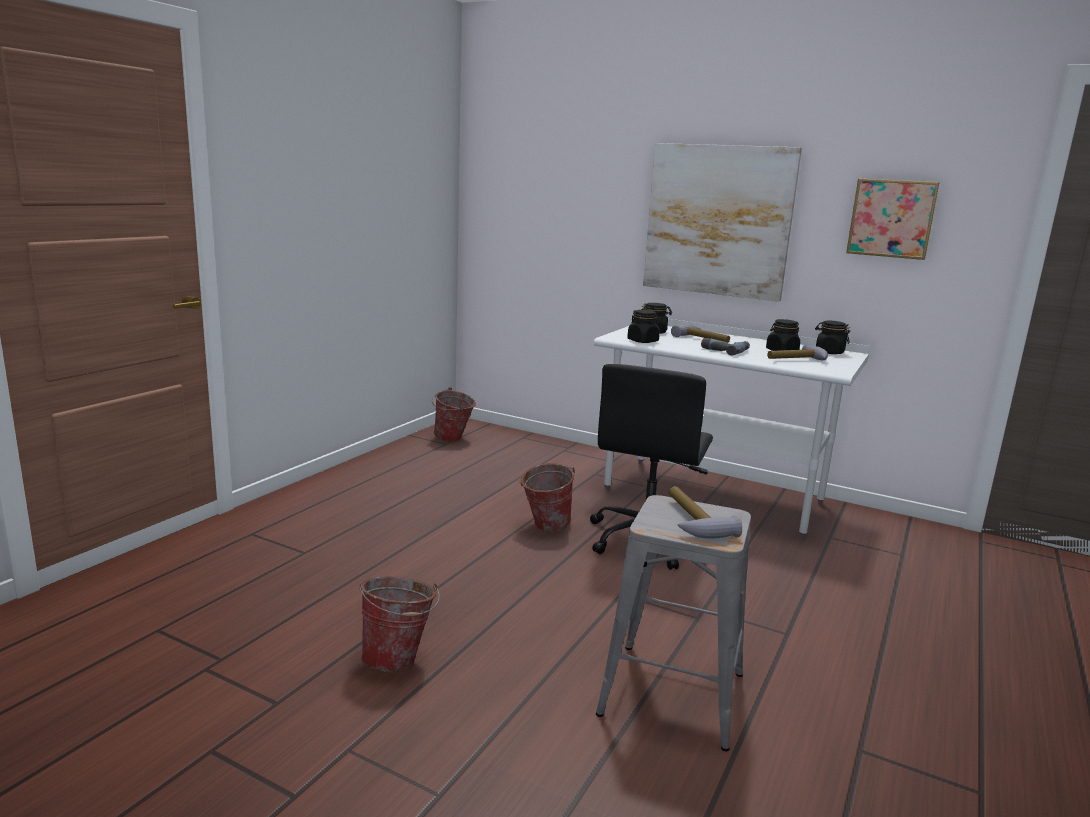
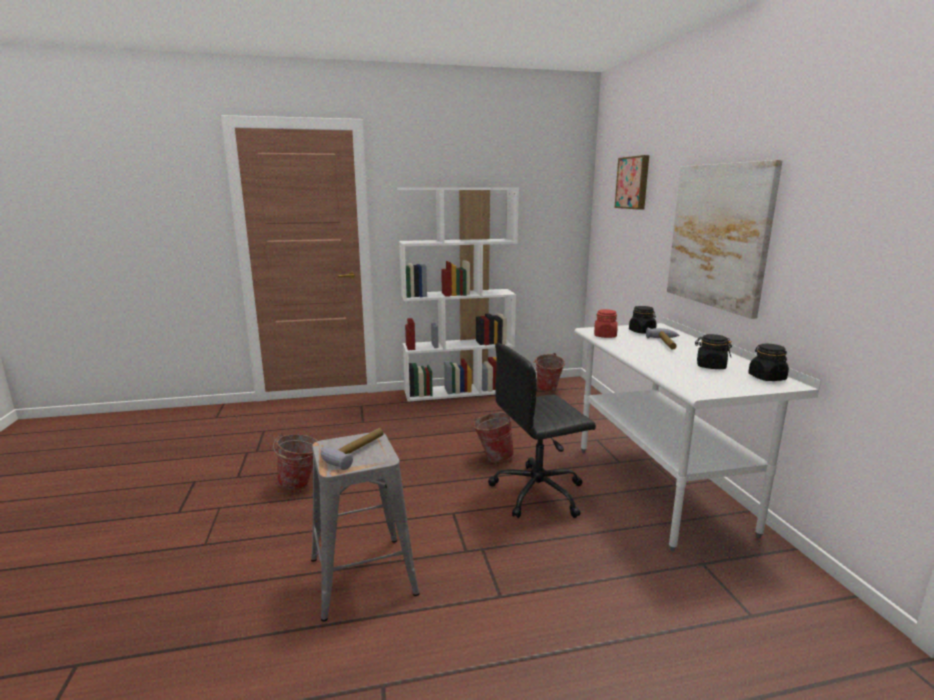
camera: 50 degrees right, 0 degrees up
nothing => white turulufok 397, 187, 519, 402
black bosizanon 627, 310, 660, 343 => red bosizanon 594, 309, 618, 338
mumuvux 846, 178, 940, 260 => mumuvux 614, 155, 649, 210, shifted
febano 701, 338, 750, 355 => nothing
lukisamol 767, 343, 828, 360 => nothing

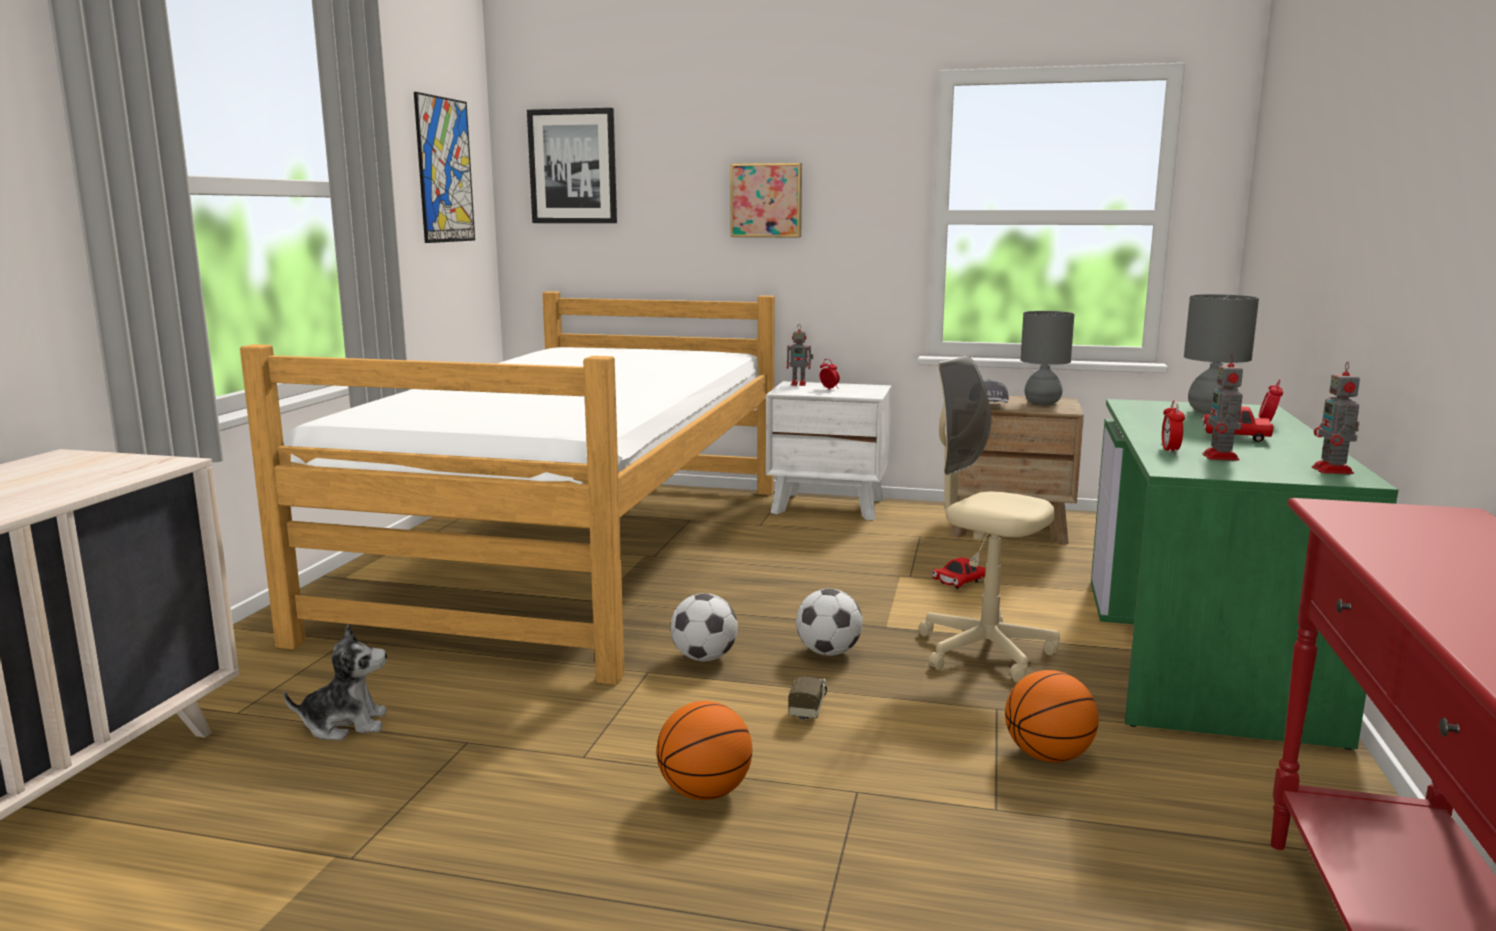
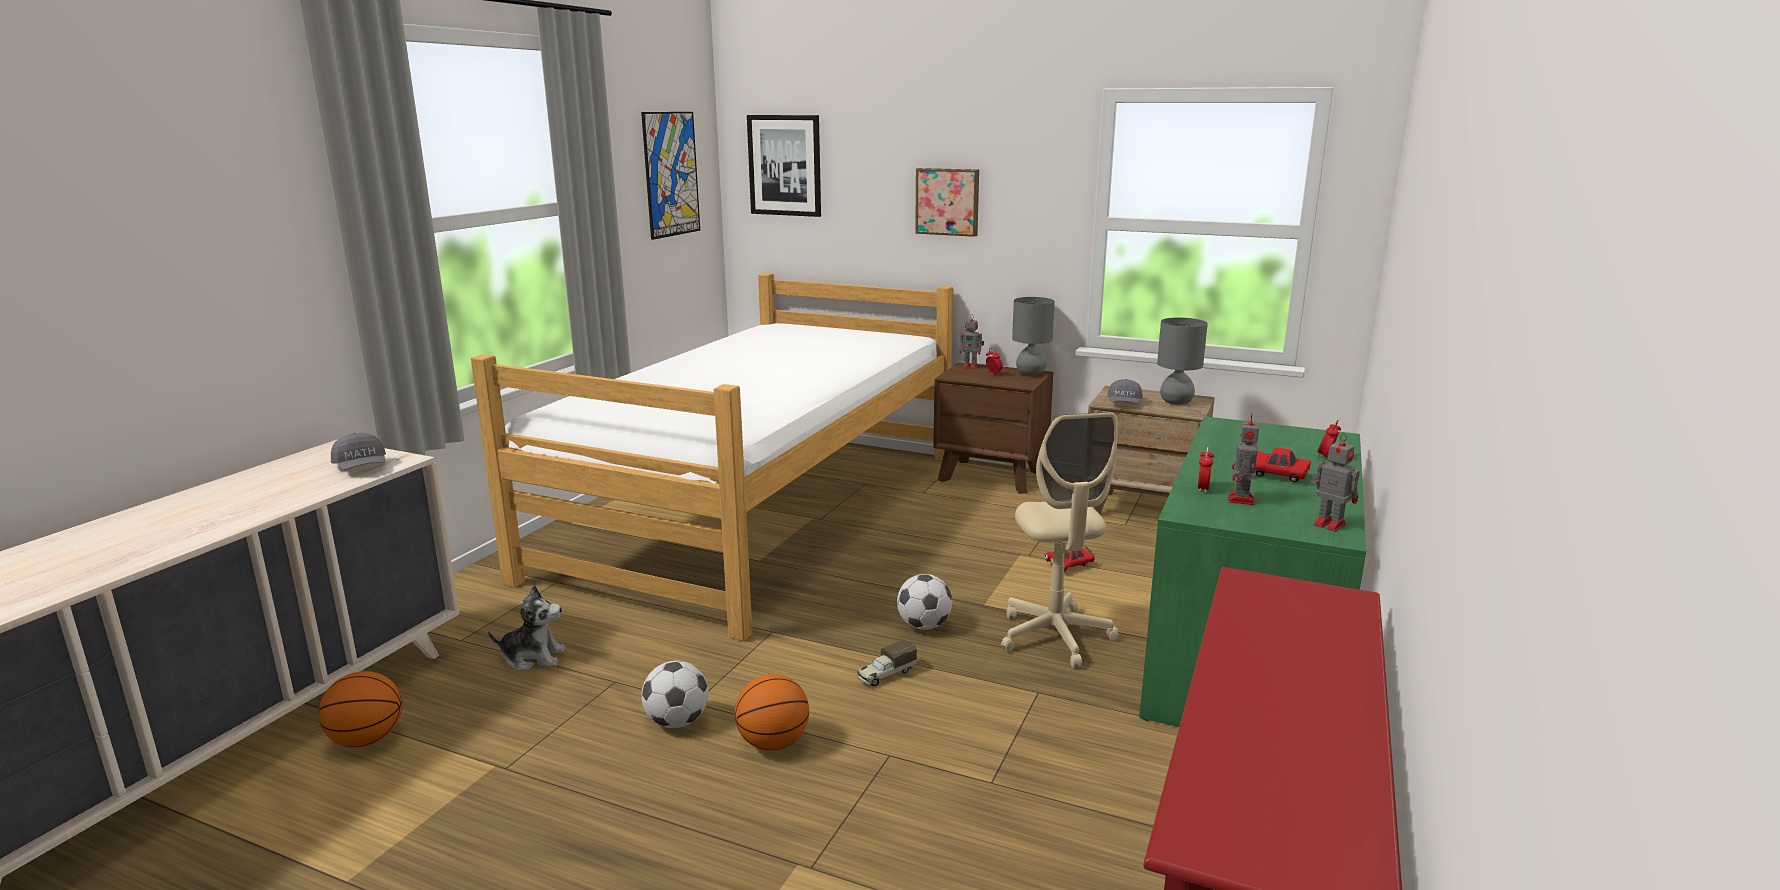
camera: 10 degrees right, 5 degrees up
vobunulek 1005, 670, 1099, 762 => vobunulek 319, 671, 402, 748, shifted
nothing => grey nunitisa 331, 433, 386, 470
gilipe 670, 593, 738, 661 => gilipe 641, 661, 708, 728, shifted
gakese 789, 676, 827, 721 => gakese 857, 640, 917, 686, 150 degrees counterclockwise
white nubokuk 766, 381, 892, 521 => brown nubokuk 933, 362, 1053, 494
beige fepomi 919, 356, 1060, 683 => beige fepomi 1001, 412, 1119, 668, 150 degrees counterclockwise
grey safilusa 1184, 294, 1259, 414 => grey safilusa 1012, 297, 1055, 376, shifted
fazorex 1312, 362, 1360, 474 => fazorex 1311, 434, 1360, 532, 120 degrees clockwise

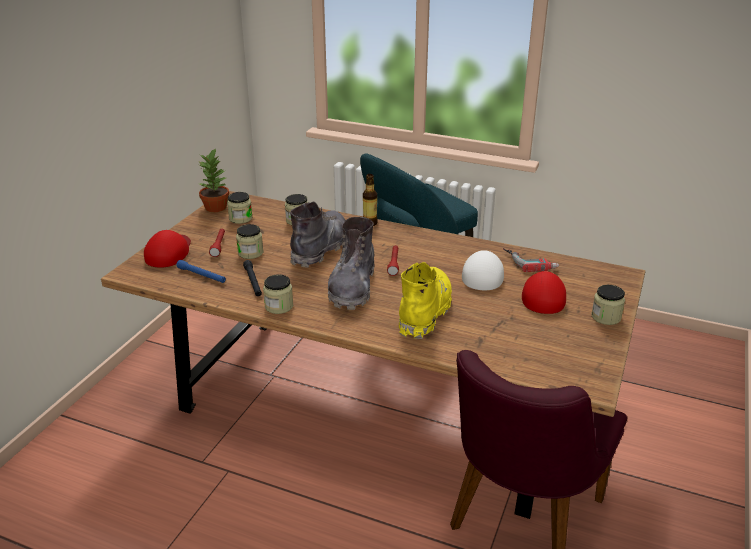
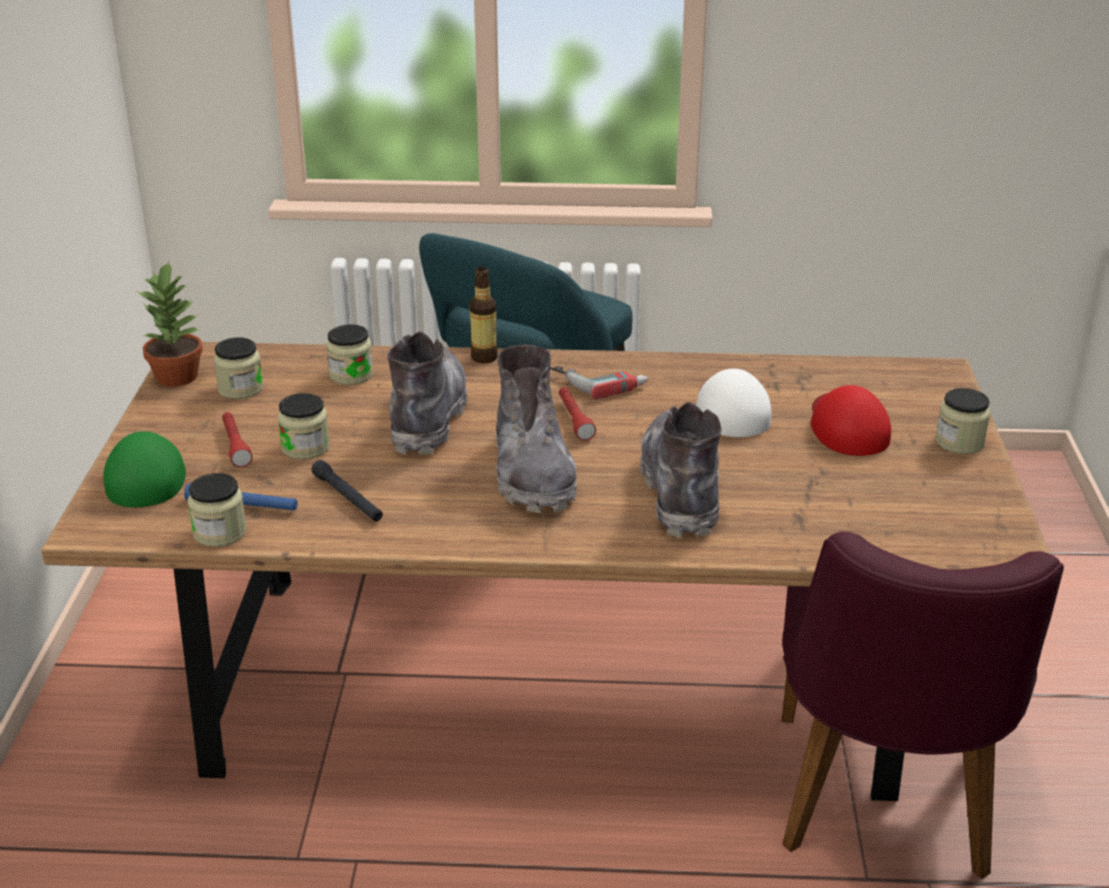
camera: 20 degrees left, 0 degrees up
red nunitisa 144, 230, 191, 268 => green nunitisa 104, 431, 186, 507
bosizanon 263, 274, 293, 314 => bosizanon 188, 473, 247, 547, shifted
febano 503, 248, 559, 272 => febano 550, 367, 648, 400, shifted
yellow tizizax 399, 262, 452, 339 => grey tizizax 640, 402, 721, 538

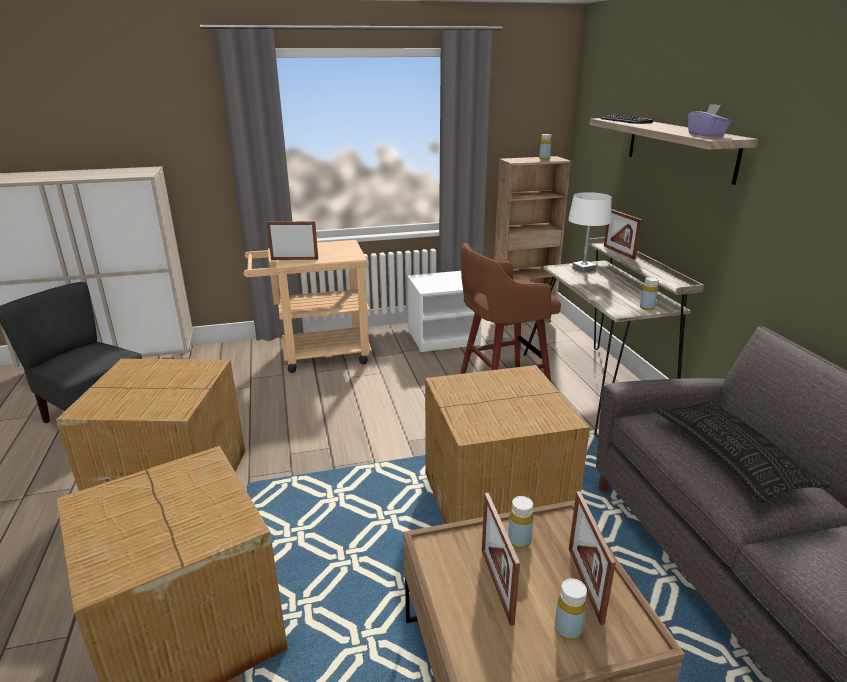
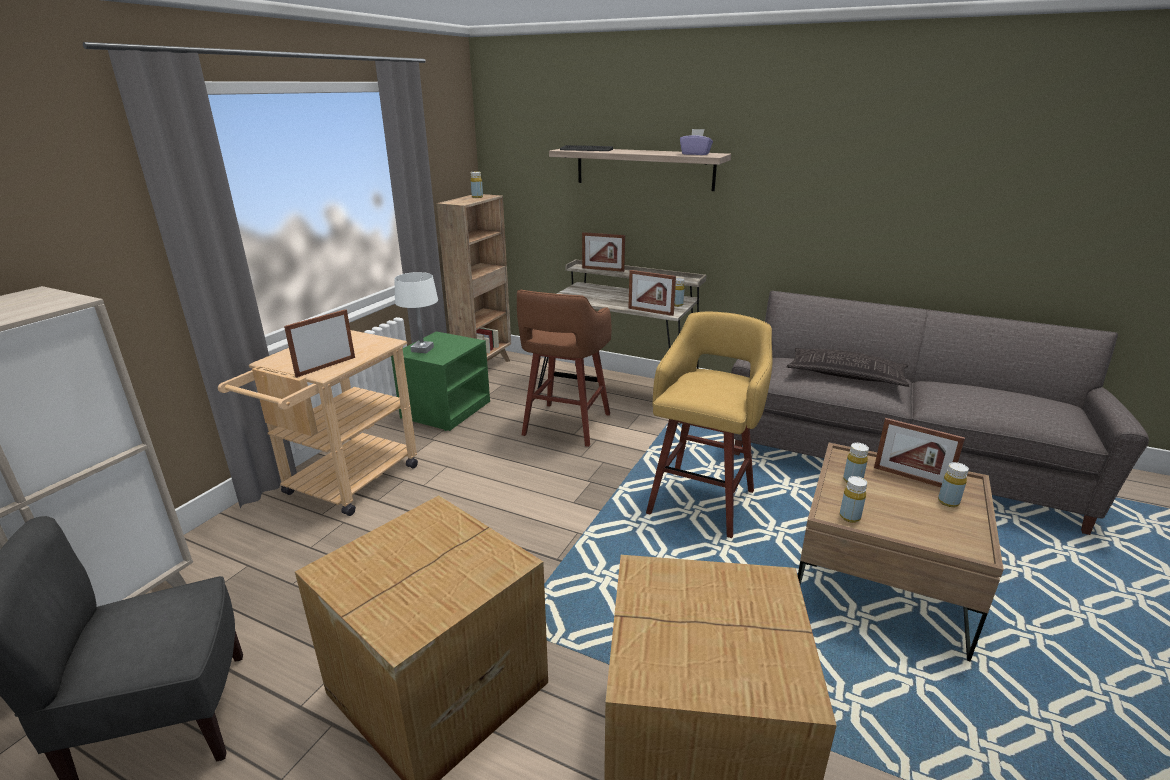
camera: 50 degrees left, 0 degrees up
white nubokuk 407, 271, 482, 352 => green nubokuk 391, 331, 490, 431
white safilusa 568, 192, 612, 273 => white safilusa 394, 272, 438, 353, shifted
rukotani 482, 493, 520, 626 => rukotani 628, 270, 676, 316, shifted
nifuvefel 425, 365, 590, 524 => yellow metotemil 646, 312, 772, 538
nothing => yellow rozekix 840, 476, 867, 523

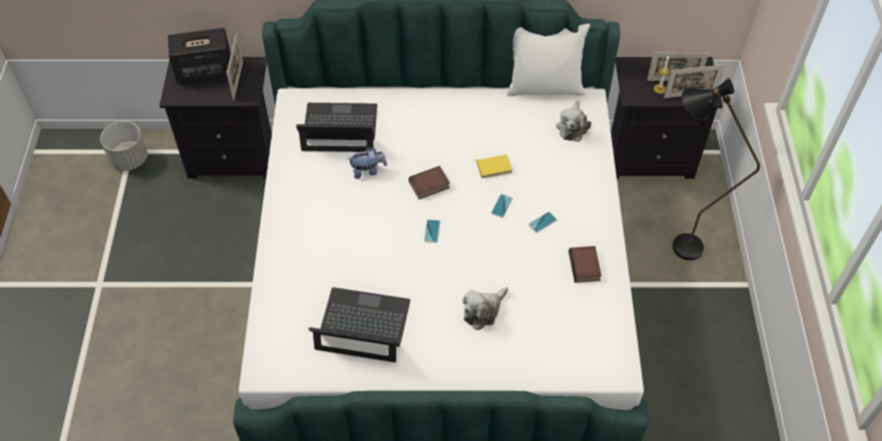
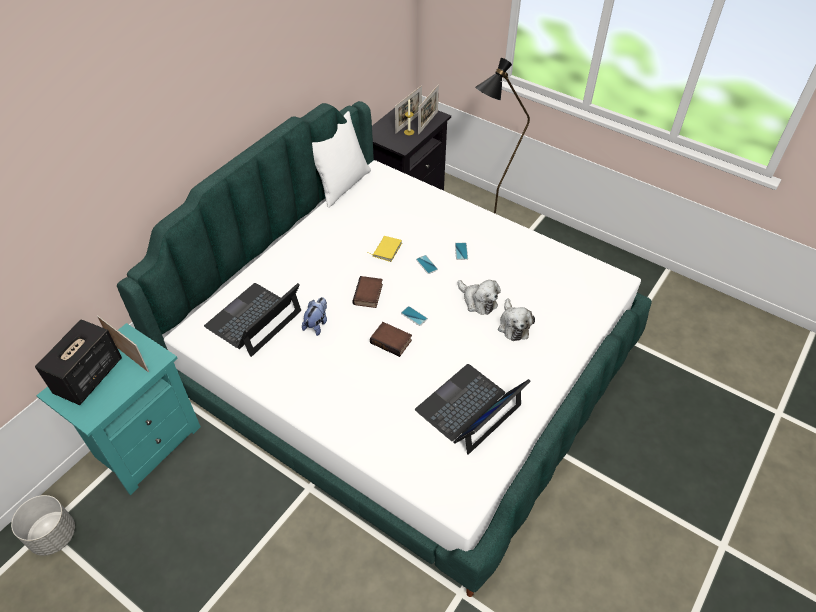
camera: 55 degrees left, 5 degrees down
black nubokuk 159, 57, 272, 178 => turquoise nubokuk 36, 323, 201, 495
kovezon 569, 246, 602, 283 => kovezon 370, 322, 412, 357, shifted
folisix 556, 101, 591, 142 => folisix 458, 280, 501, 315, shifted

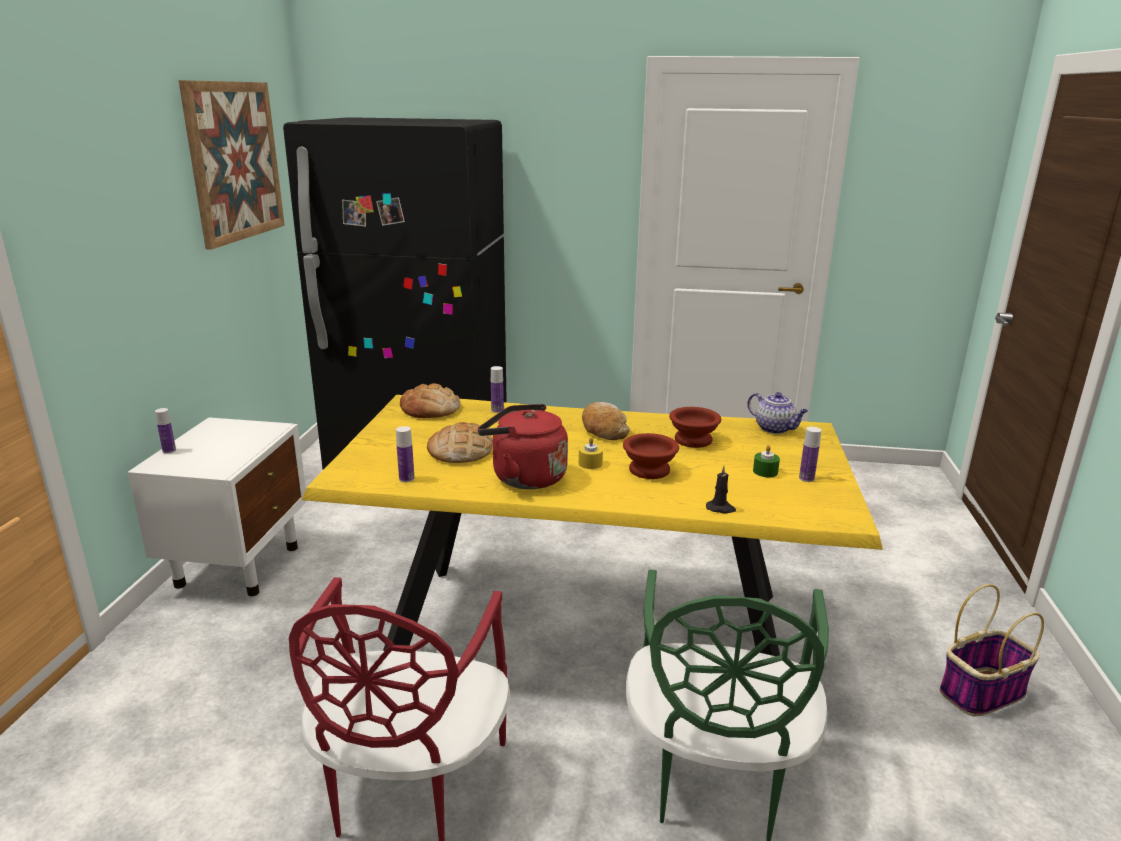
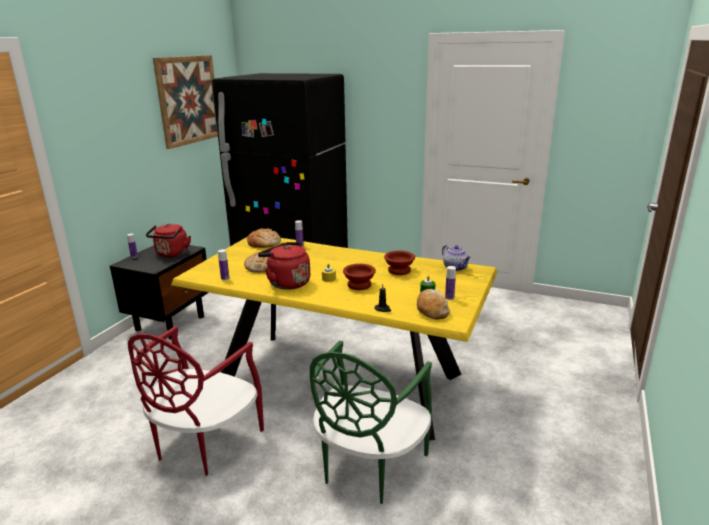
camera: 15 degrees right, 0 degrees up
white nubokuk 127, 417, 307, 596 => black nubokuk 110, 245, 209, 339
nothing => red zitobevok 146, 224, 191, 257
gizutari 582, 402, 630, 440 => gizutari 417, 289, 450, 320, shifted
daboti 940, 584, 1044, 716 => nothing

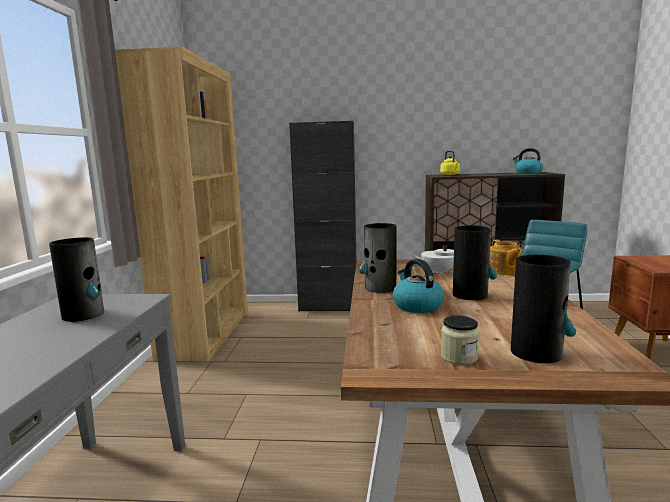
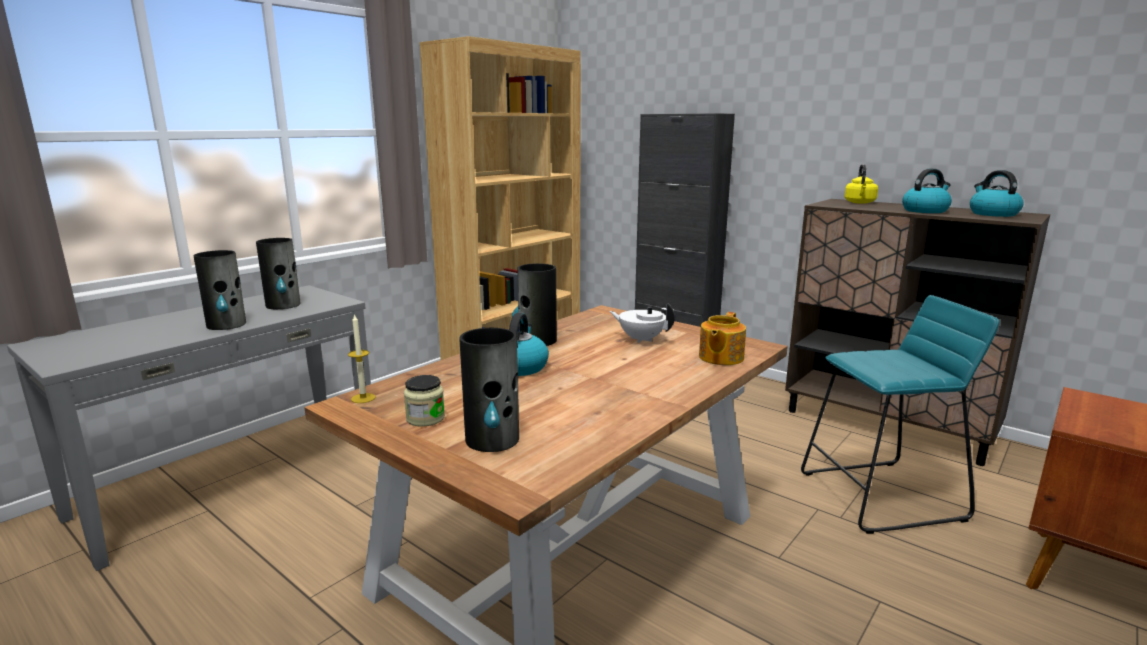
camera: 35 degrees right, 5 degrees up
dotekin 453, 226, 497, 300 => dotekin 194, 250, 246, 330, shifted
nothing => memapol 348, 314, 376, 403
nothing => zitobevok 902, 168, 952, 213

